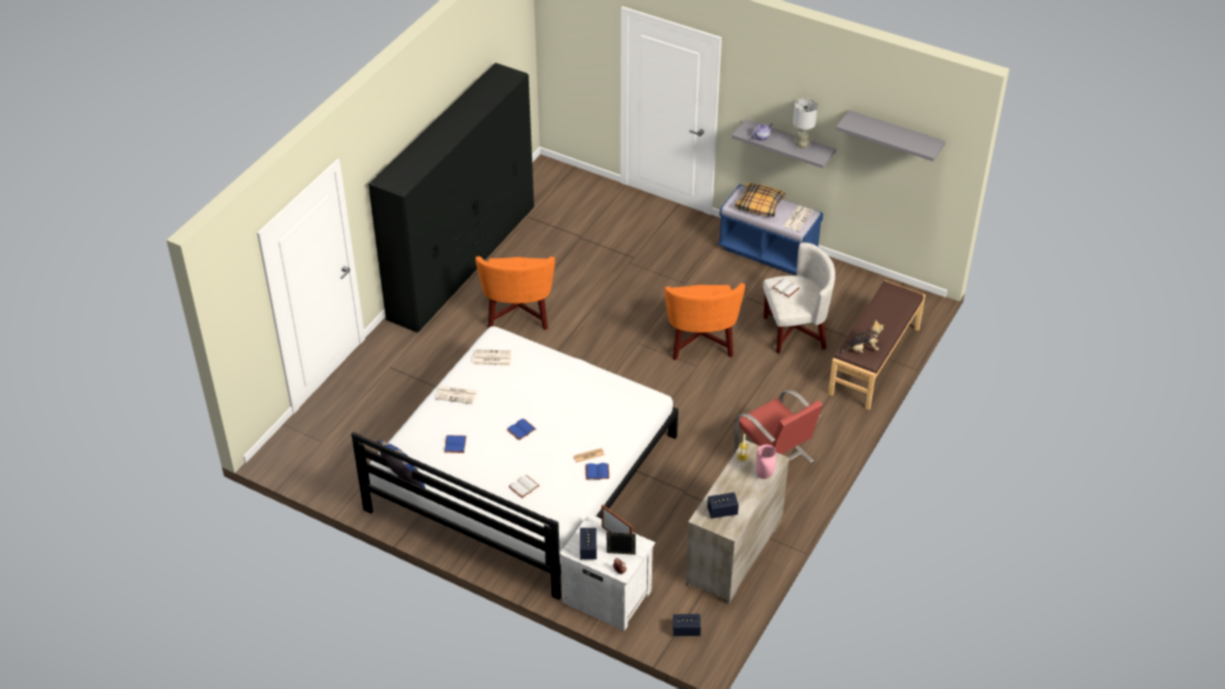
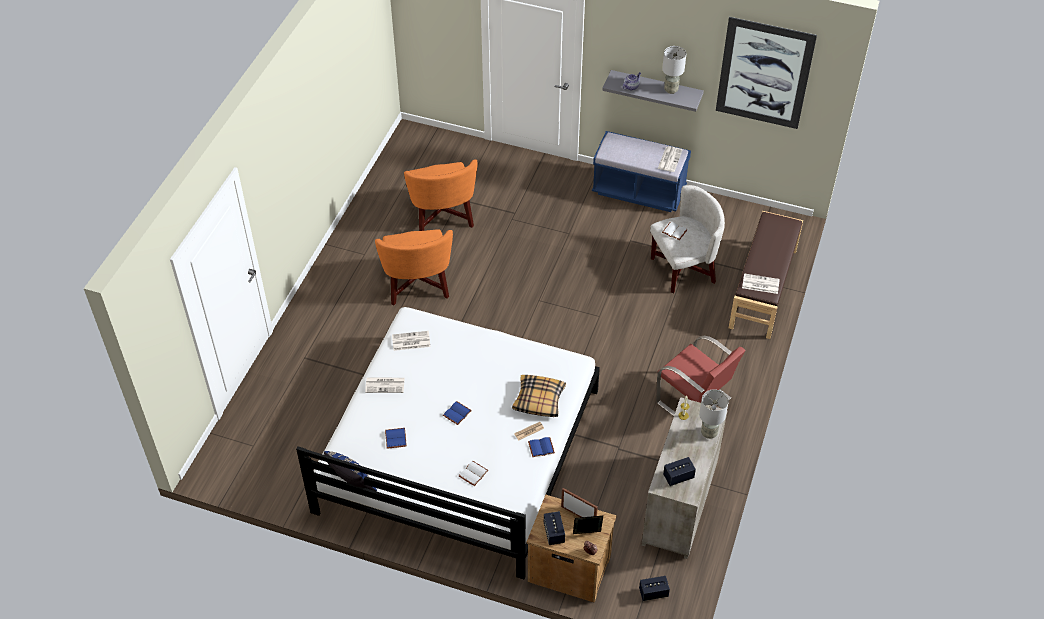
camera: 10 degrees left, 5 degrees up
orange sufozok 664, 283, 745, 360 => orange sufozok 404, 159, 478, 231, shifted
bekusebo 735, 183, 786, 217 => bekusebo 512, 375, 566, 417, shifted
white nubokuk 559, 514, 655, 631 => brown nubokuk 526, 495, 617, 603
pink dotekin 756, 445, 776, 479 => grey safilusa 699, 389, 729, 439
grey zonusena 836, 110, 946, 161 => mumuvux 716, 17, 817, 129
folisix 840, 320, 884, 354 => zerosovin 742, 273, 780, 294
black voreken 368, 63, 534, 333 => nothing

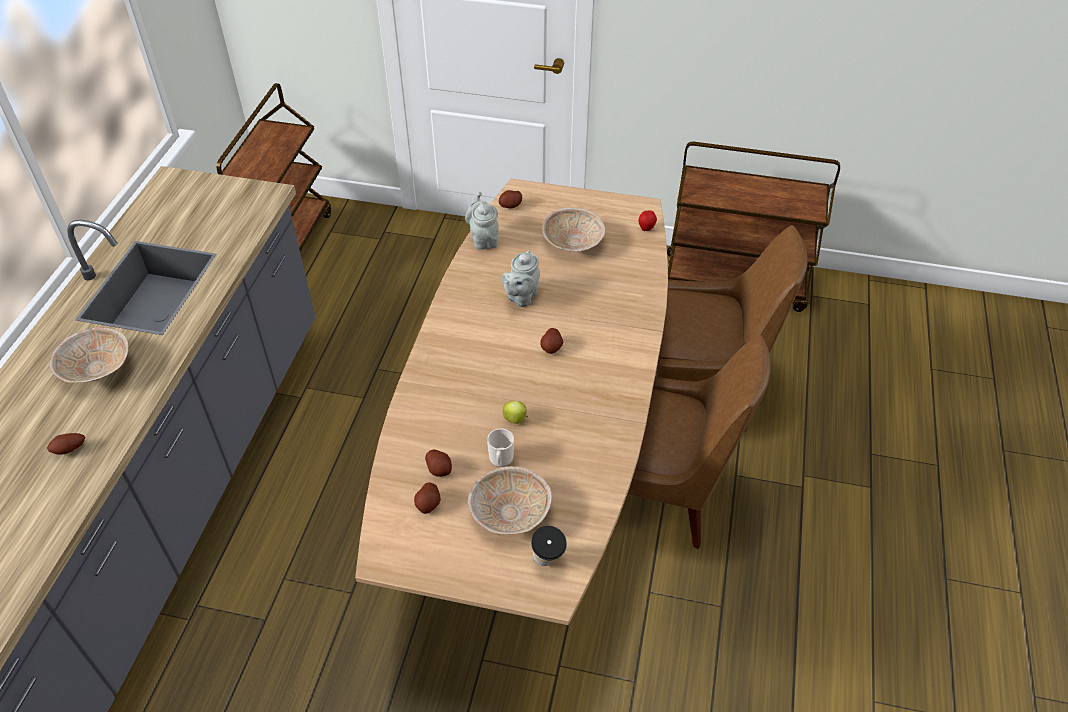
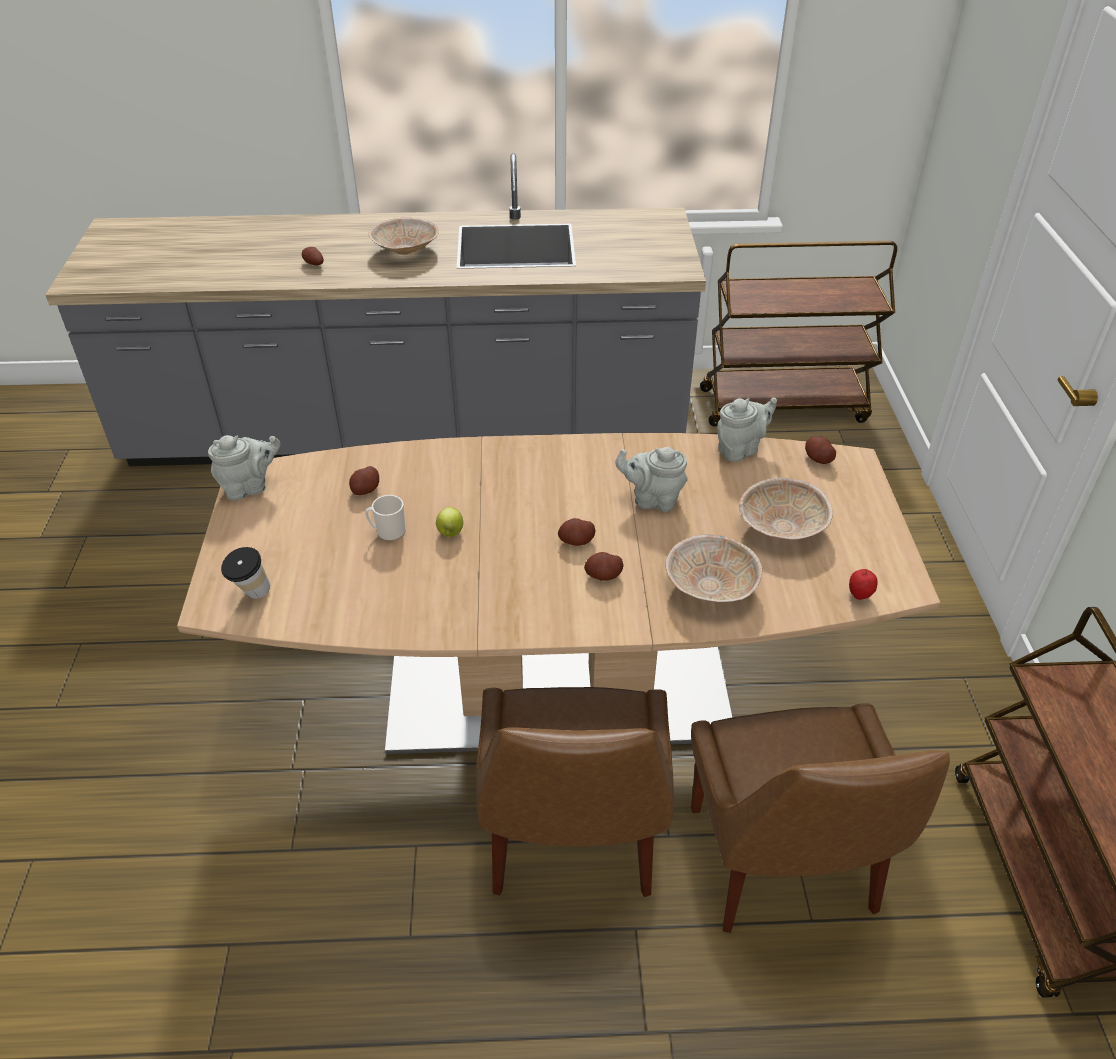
camera: 75 degrees right, 5 degrees down
nothing => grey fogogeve 208, 435, 280, 500
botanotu 414, 483, 441, 514 => botanotu 584, 552, 624, 581, shifted
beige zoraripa 468, 466, 552, 535 => beige zoraripa 665, 534, 762, 602, shifted

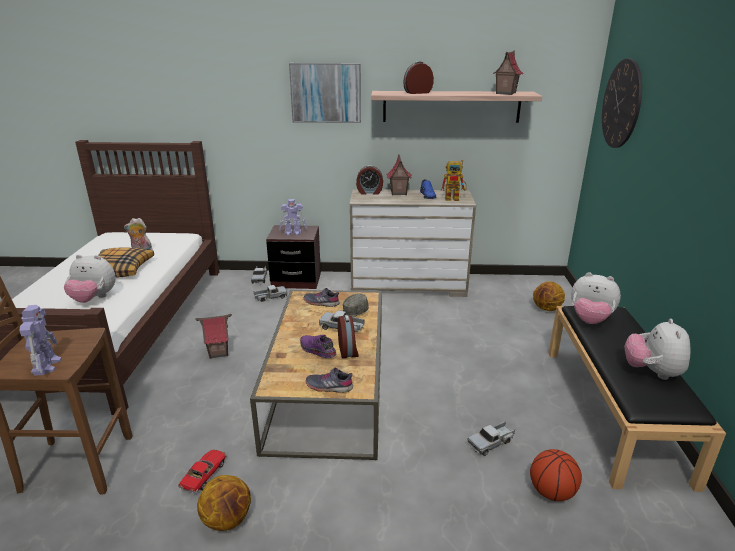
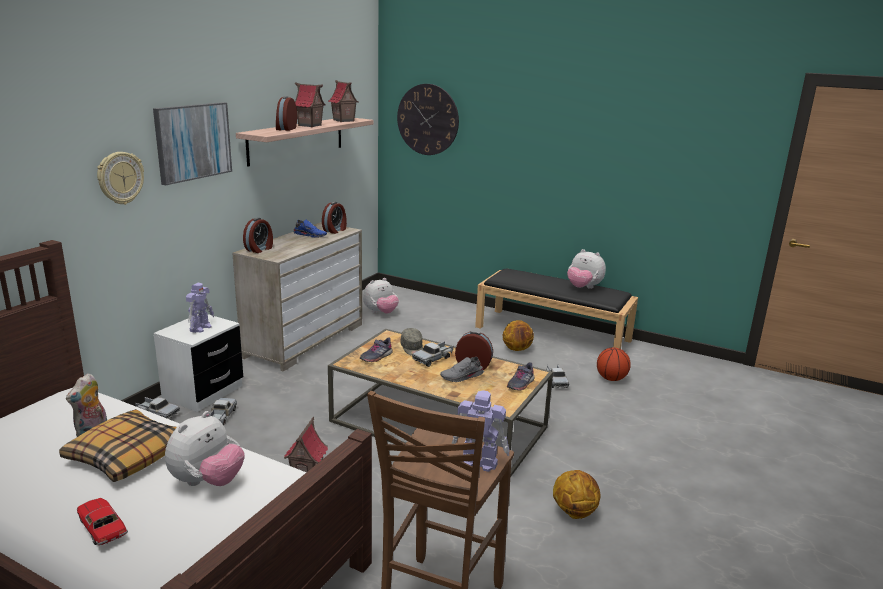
camera: 65 degrees left, 5 degrees down
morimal 178, 450, 227, 493 => morimal 77, 498, 128, 545, shifted
nothing => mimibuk 97, 152, 144, 205
brown nubokuk 266, 225, 321, 289 => white nubokuk 154, 314, 243, 412
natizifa 387, 154, 412, 195 => natizifa 295, 83, 326, 127, shifted
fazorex 441, 160, 467, 201 => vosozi 322, 202, 347, 234
folisix 571, 272, 621, 324 => folisix 363, 278, 399, 314, shifted
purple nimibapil 300, 335, 337, 358 => grey nimibapil 440, 357, 484, 382
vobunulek 533, 281, 565, 311 => vobunulek 502, 320, 534, 351, shifted

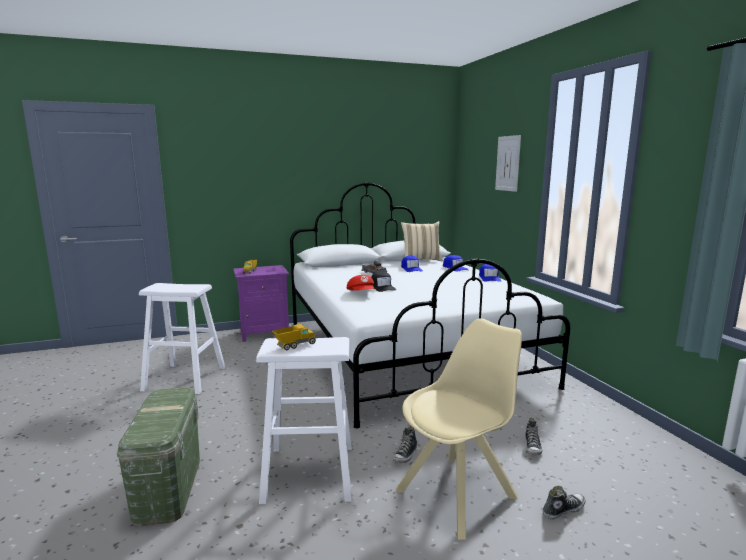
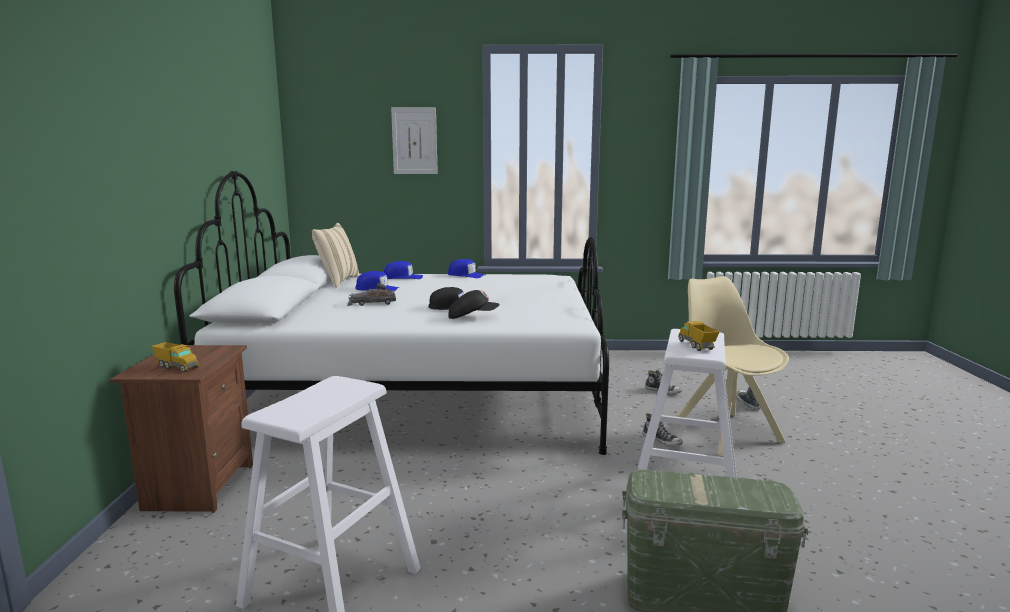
camera: 70 degrees left, 0 degrees up
purple nubokuk 233, 265, 289, 342 => brown nubokuk 110, 345, 253, 513
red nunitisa 347, 275, 375, 291 => black nunitisa 448, 290, 500, 319

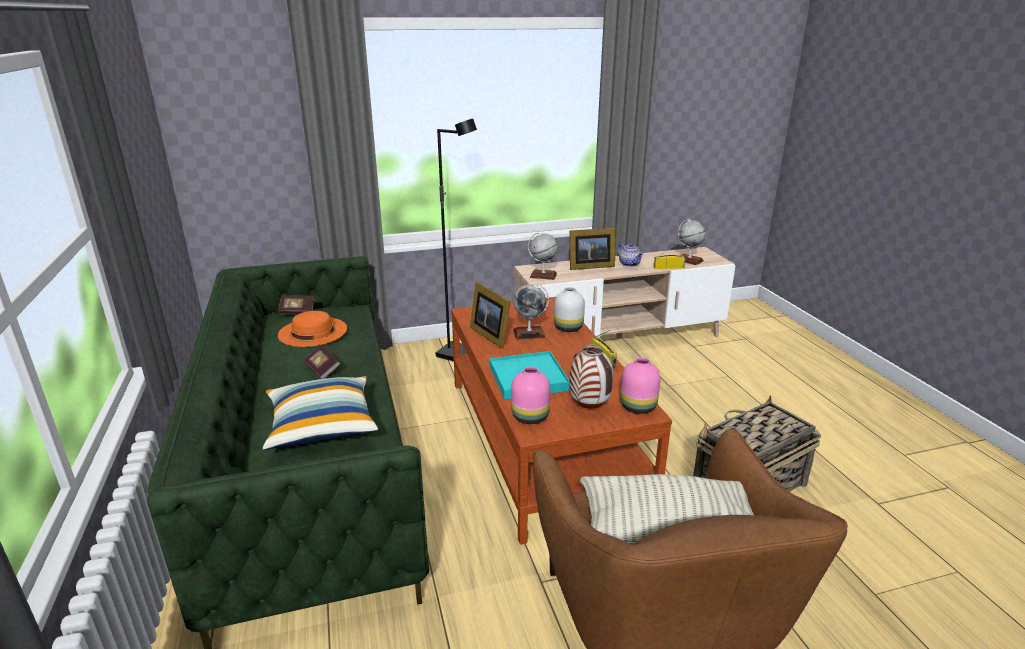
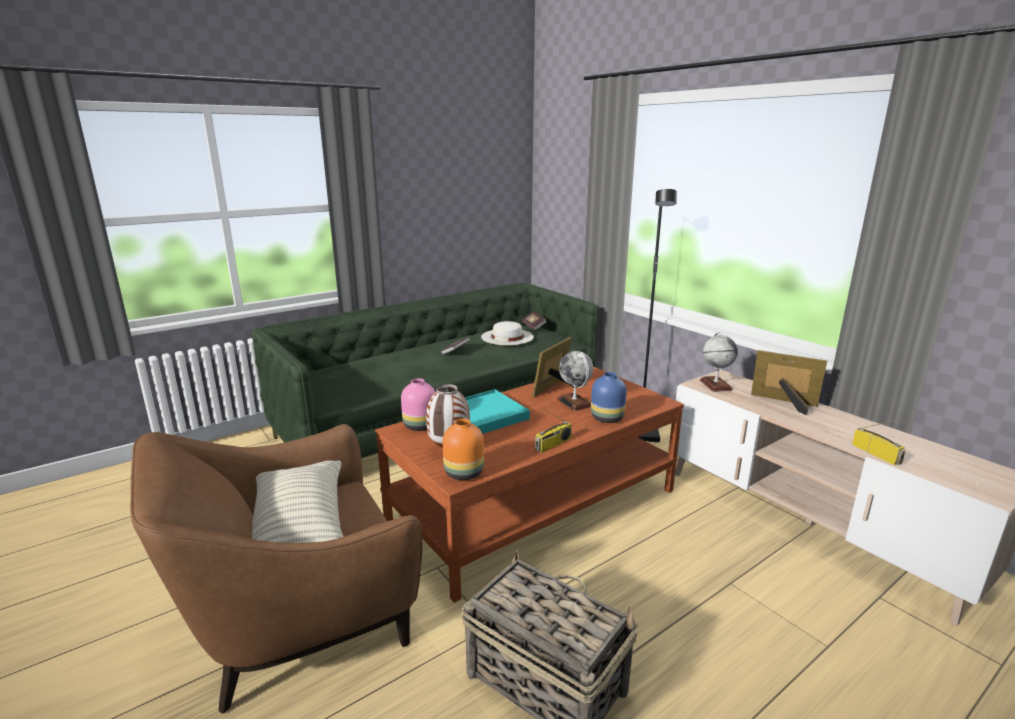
camera: 70 degrees right, 5 degrees down
pink dotekin 620, 357, 661, 414 => orange dotekin 443, 419, 484, 480
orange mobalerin 278, 311, 347, 347 => white mobalerin 481, 321, 534, 345
white dotekin 554, 287, 585, 332 => blue dotekin 591, 372, 627, 423
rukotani 570, 228, 615, 270 => rukotani 751, 350, 827, 415, 150 degrees clockwise
bekusebo 263, 376, 378, 450 => nothing
fogogeve 618, 244, 643, 267 => nothing
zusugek 678, 219, 706, 265 => nothing

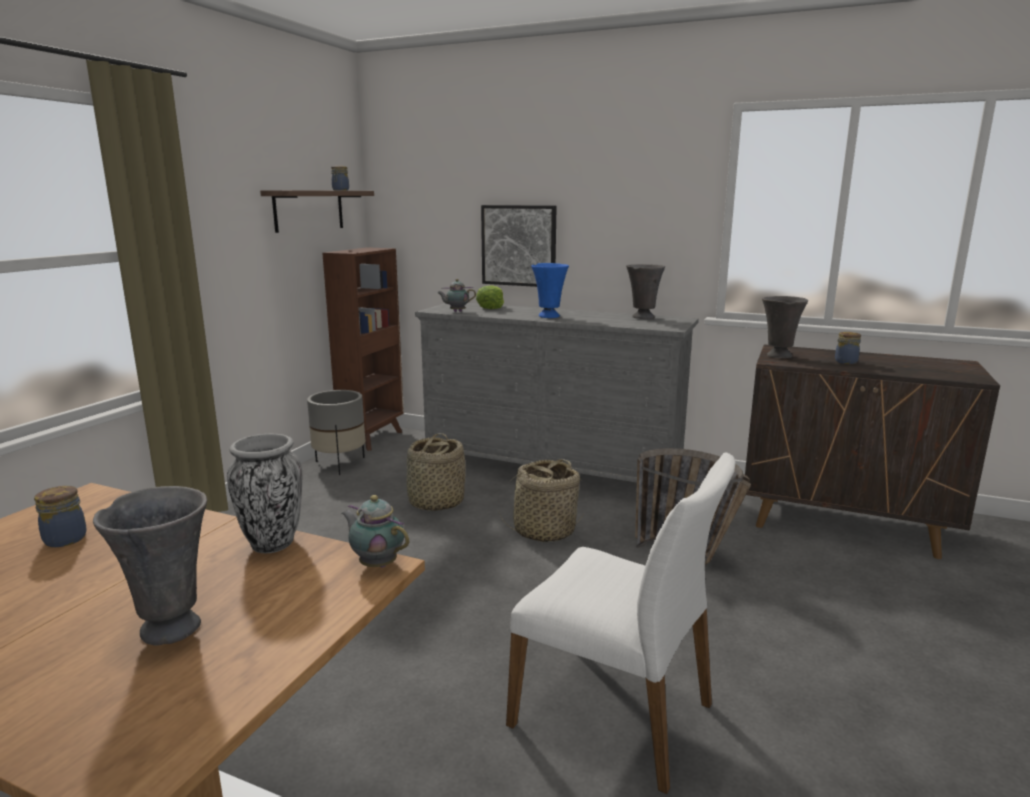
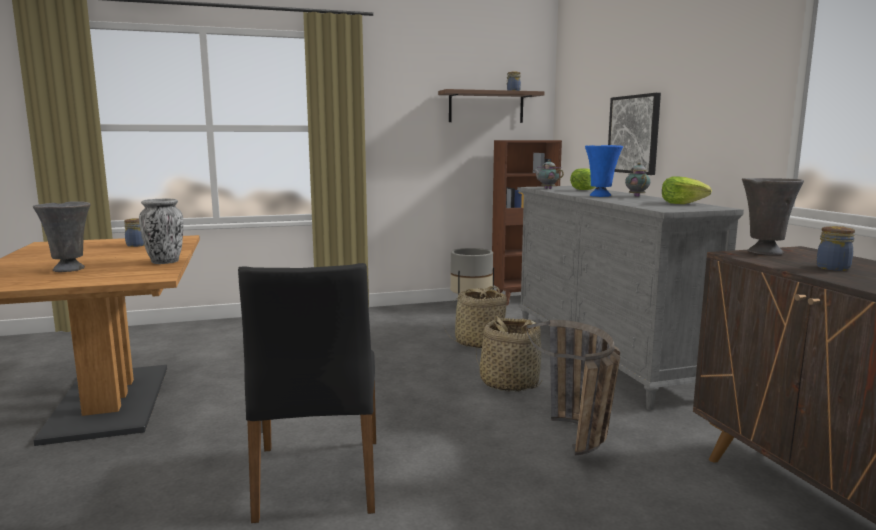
camera: 50 degrees right, 5 degrees down
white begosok 506, 452, 735, 794 => black begosok 238, 263, 376, 523
fogogeve 342, 495, 409, 568 => fogogeve 625, 163, 650, 197, shifted
grey dotekin 626, 264, 665, 319 => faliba 662, 176, 712, 204

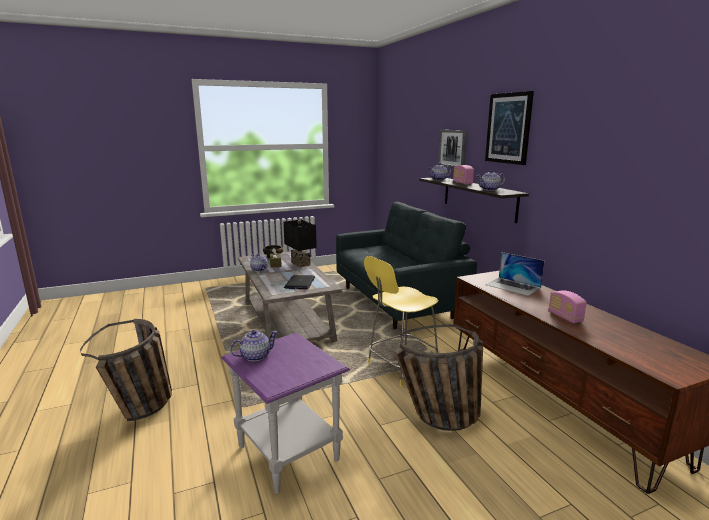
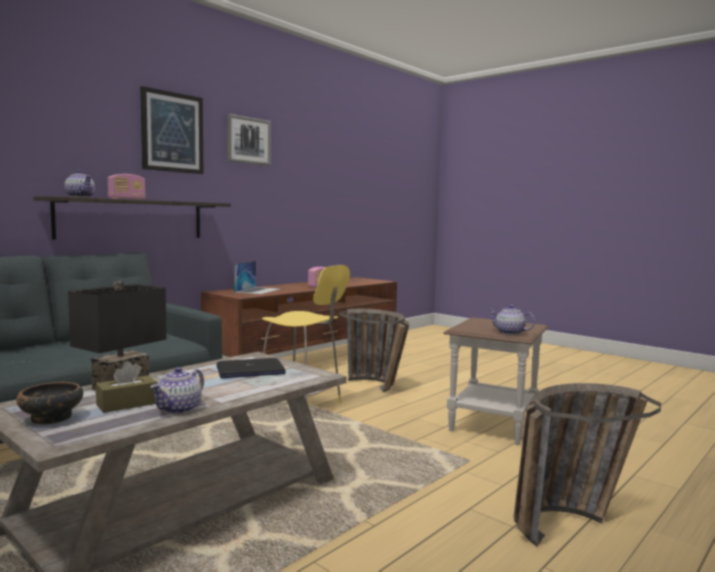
camera: 115 degrees left, 10 degrees down
mumuvux 438, 130, 467, 168 => mumuvux 227, 114, 271, 166, shifted
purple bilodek 221, 333, 350, 494 => brown bilodek 443, 317, 548, 445
fogogeve 477, 170, 505, 191 => nothing

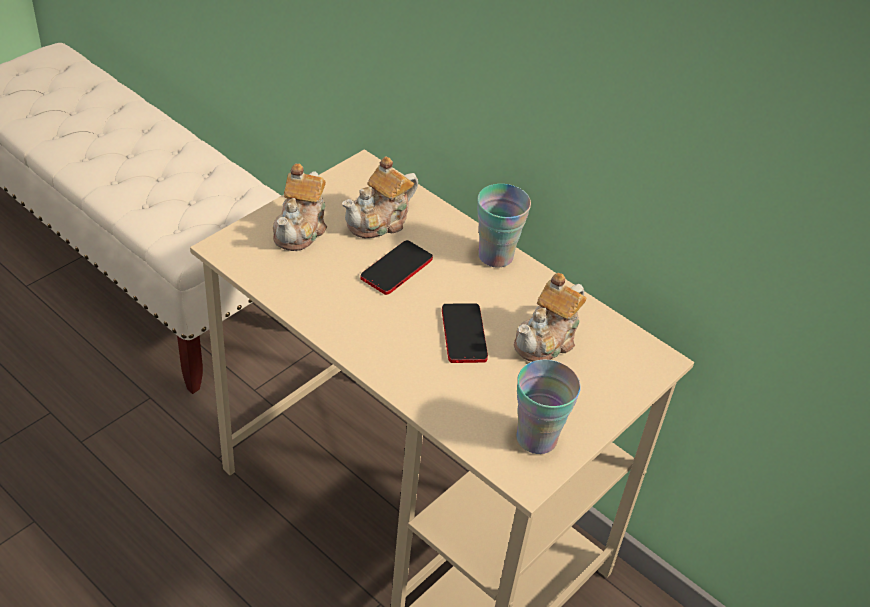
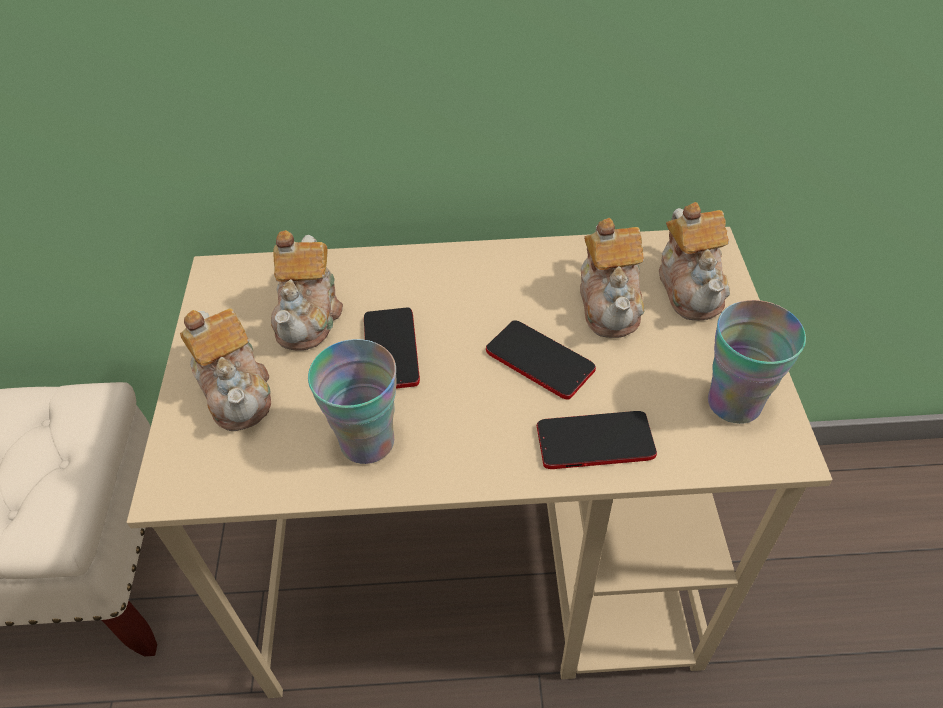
camera: 40 degrees left, 5 degrees up
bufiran 477, 184, 531, 268 => bufiran 308, 339, 397, 464, shifted
nothing => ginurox 537, 411, 657, 469
nothing => fogogeve 659, 202, 730, 320

